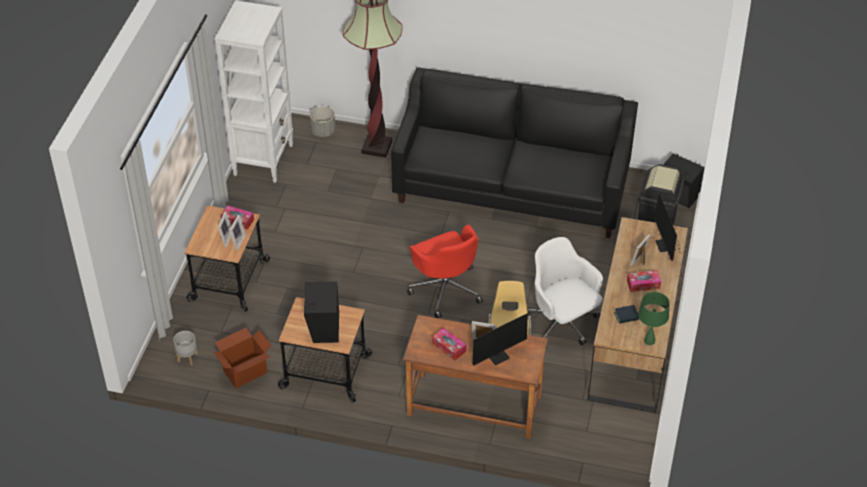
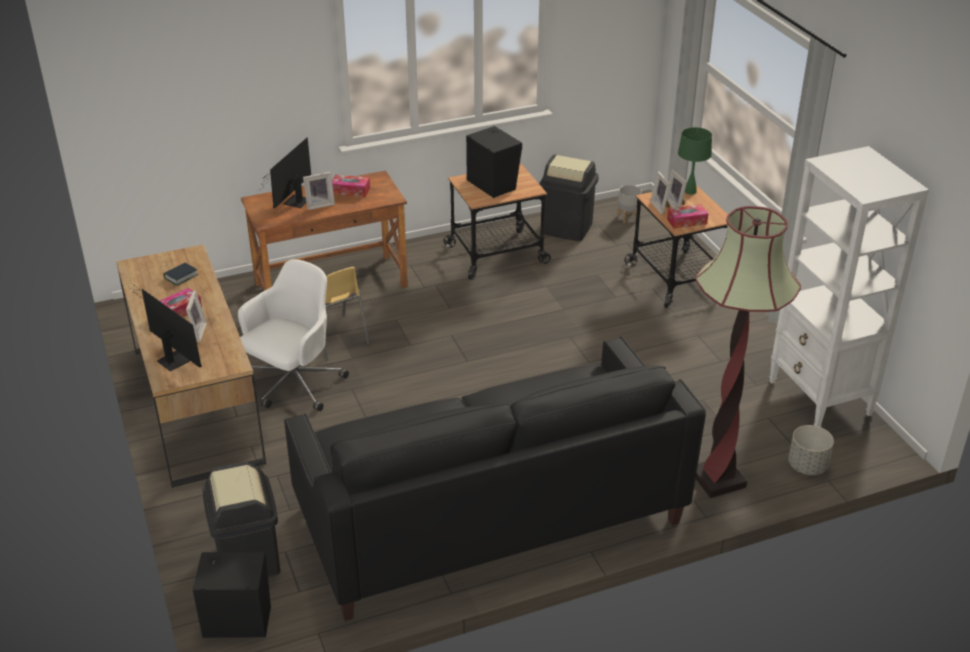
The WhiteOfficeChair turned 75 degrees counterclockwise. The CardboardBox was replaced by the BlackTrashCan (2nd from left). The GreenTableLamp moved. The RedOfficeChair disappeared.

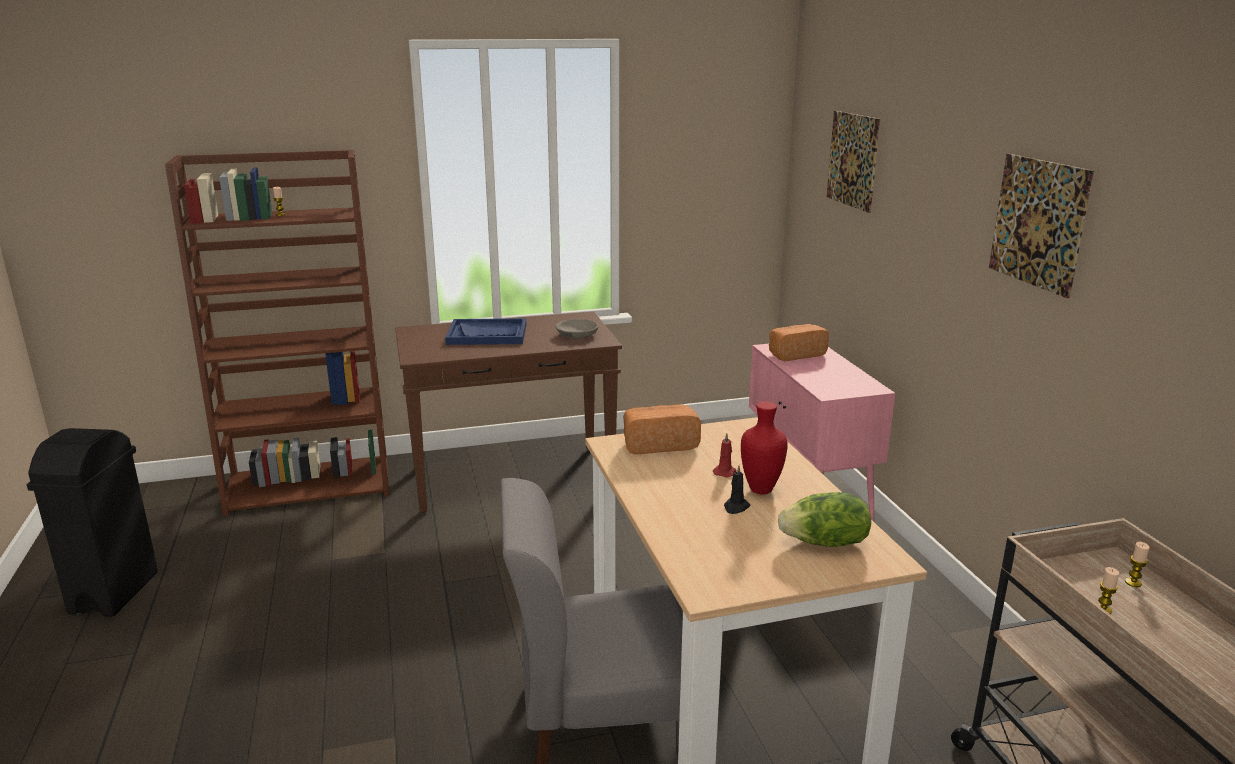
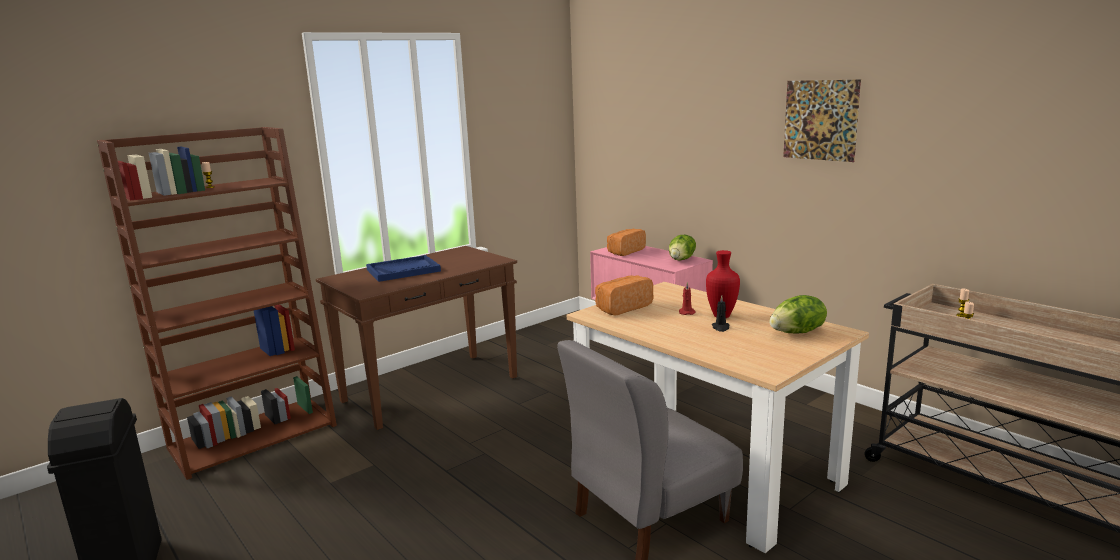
The Lettuce (1st from left) appeared. The GreyBowl disappeared. The Picture (1st from left) disappeared.

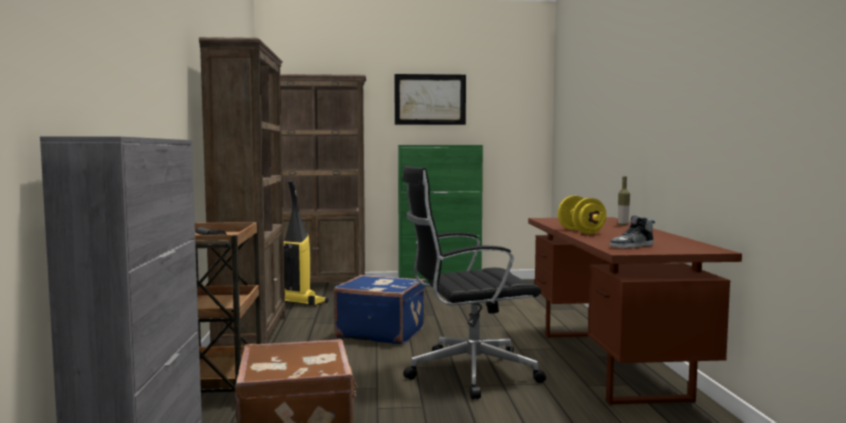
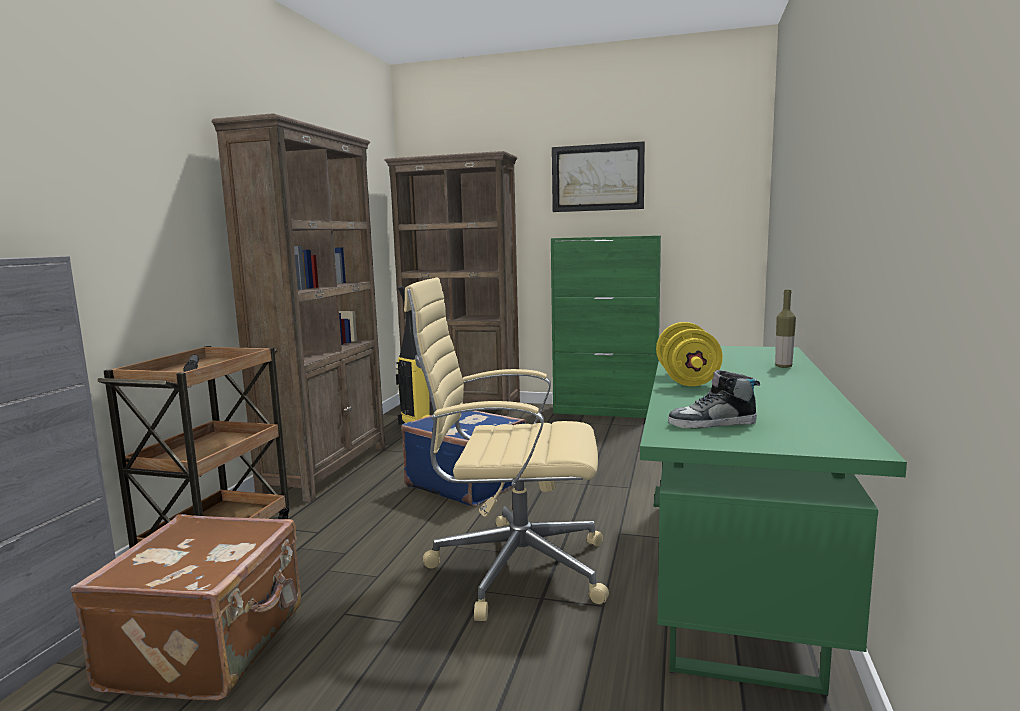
The BlackOfficeChair became the BeigeOfficeChair. The BrownDesk became the GreenDesk.

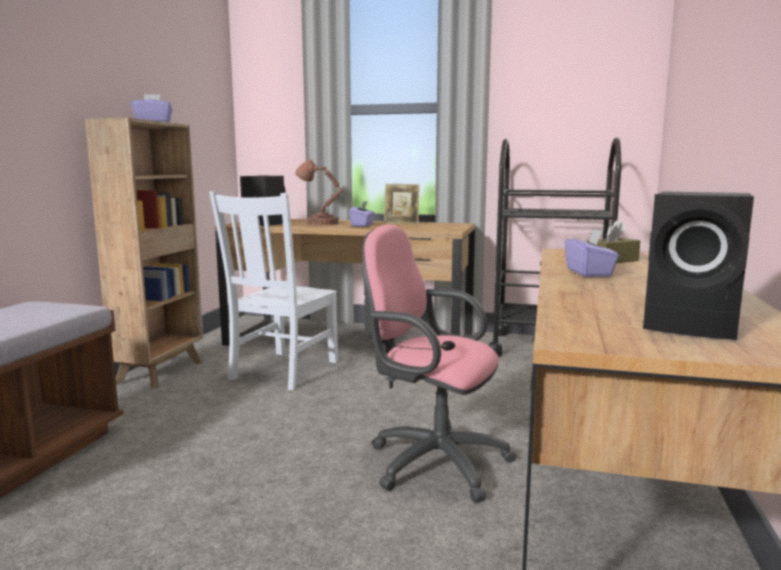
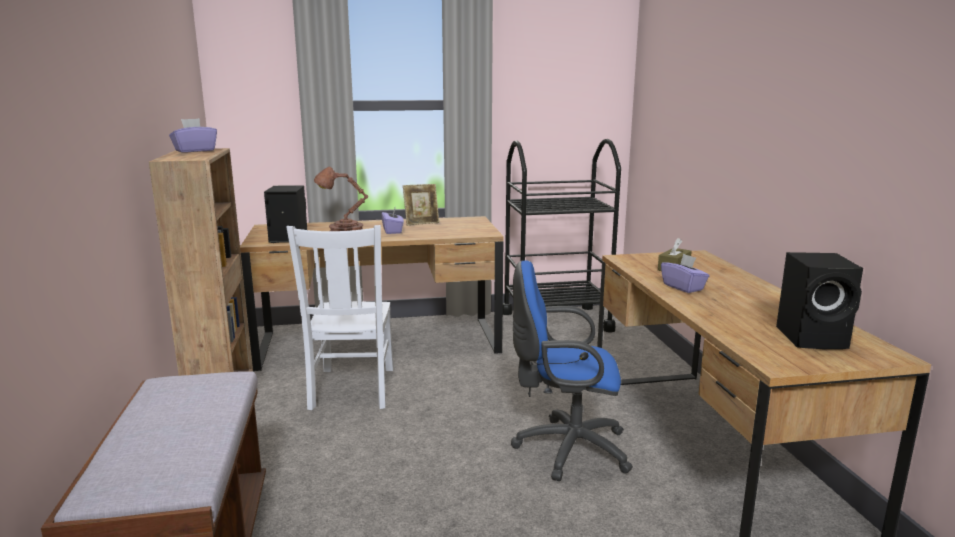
The PinkOfficeChair became the BlueOfficeChair.

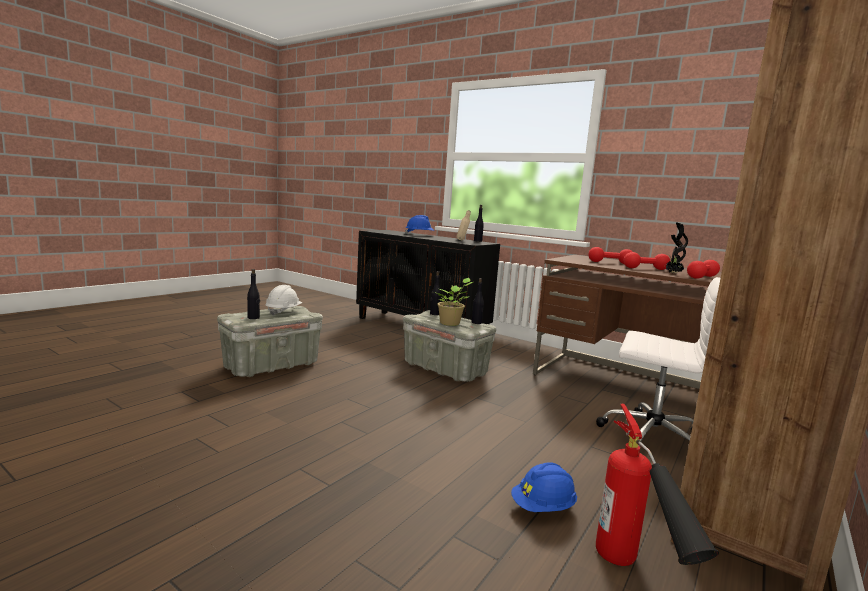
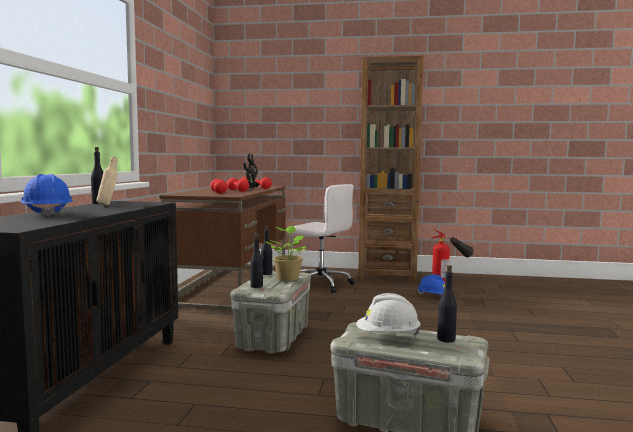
The WhiteOfficeChair turned 120 degrees clockwise.

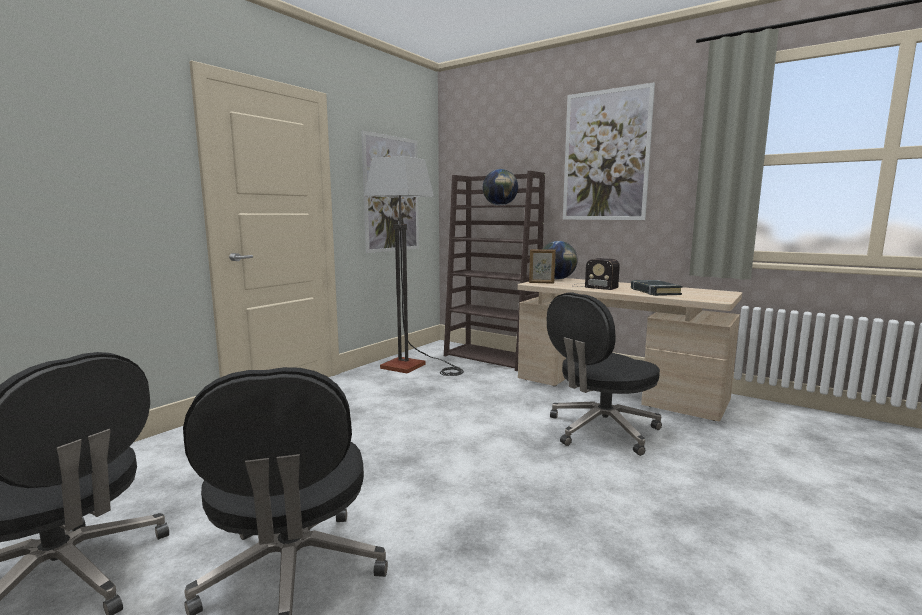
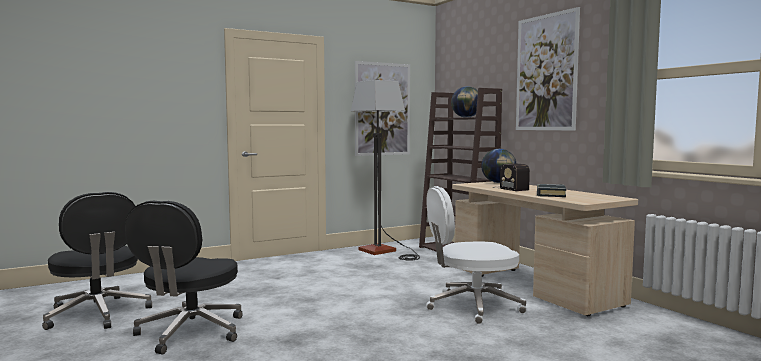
The BlackOfficeChair (3rd from left) became the WhiteOfficeChair. The PictureFrame disappeared.

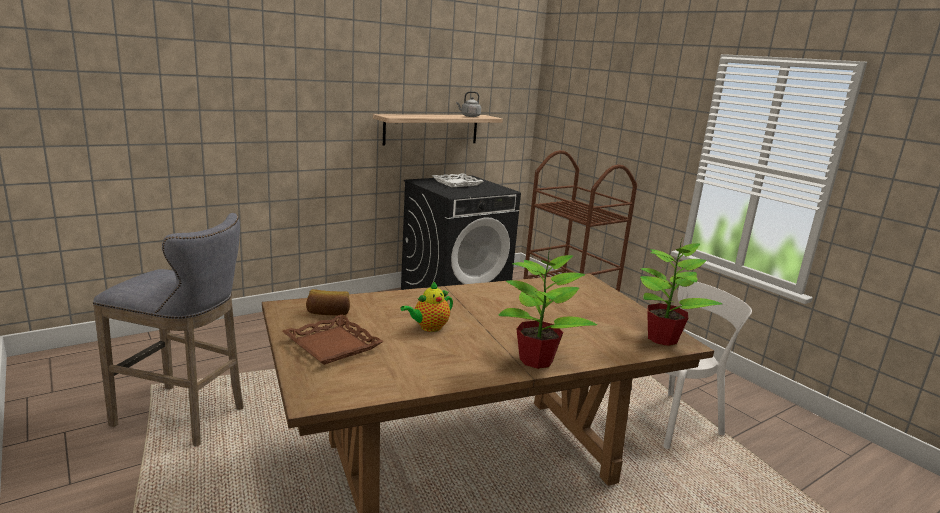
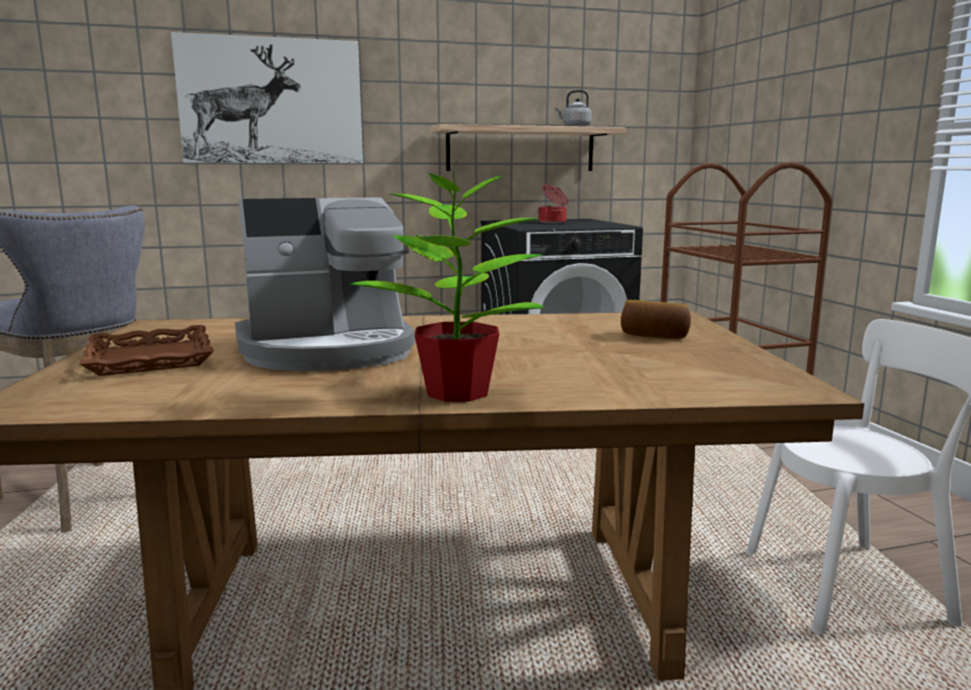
The Picture appeared. The Teapot was replaced by the CoffeeMachine. The WhiteTray was replaced by the CookingPot. The Bread moved. The PottedPlant (2nd from left) disappeared.

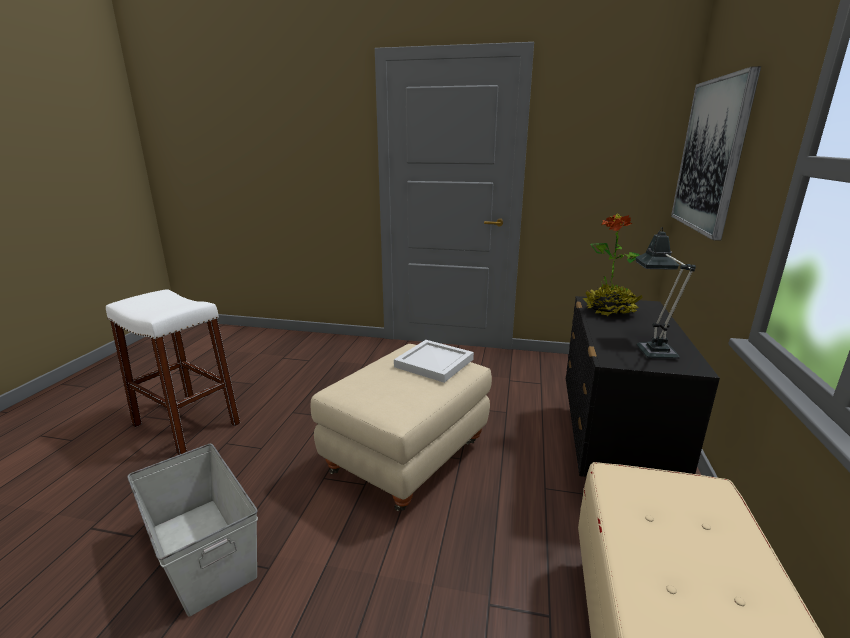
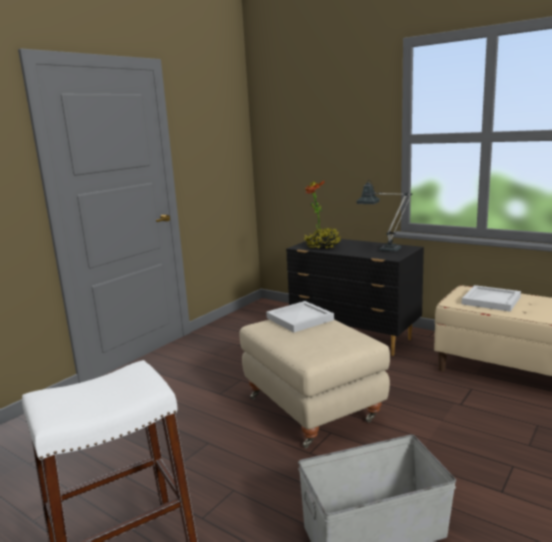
The WhiteTray (2nd from left) appeared. The Picture disappeared.

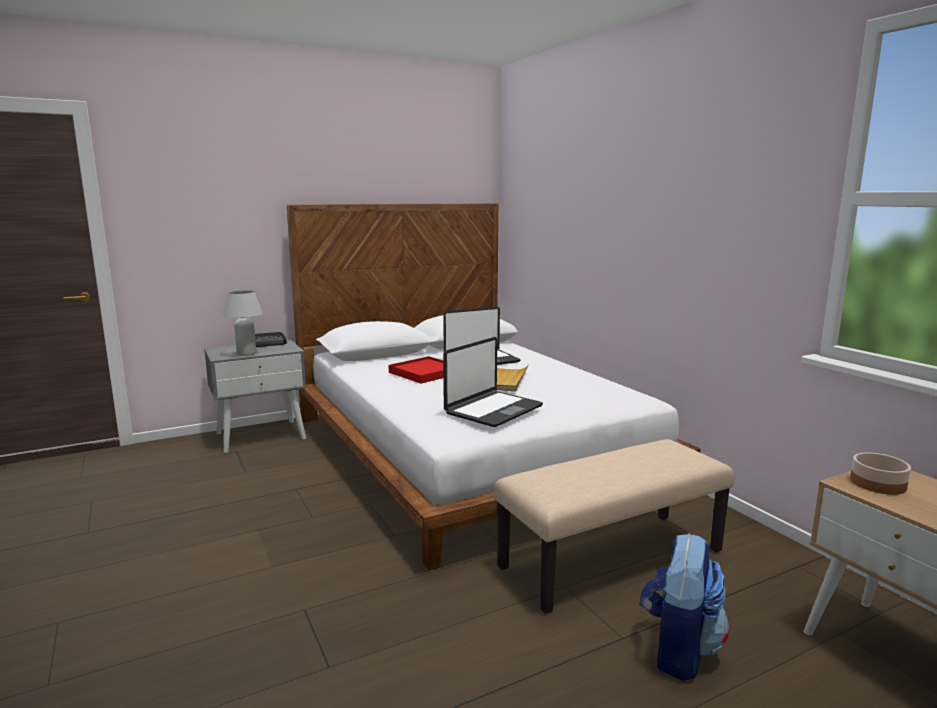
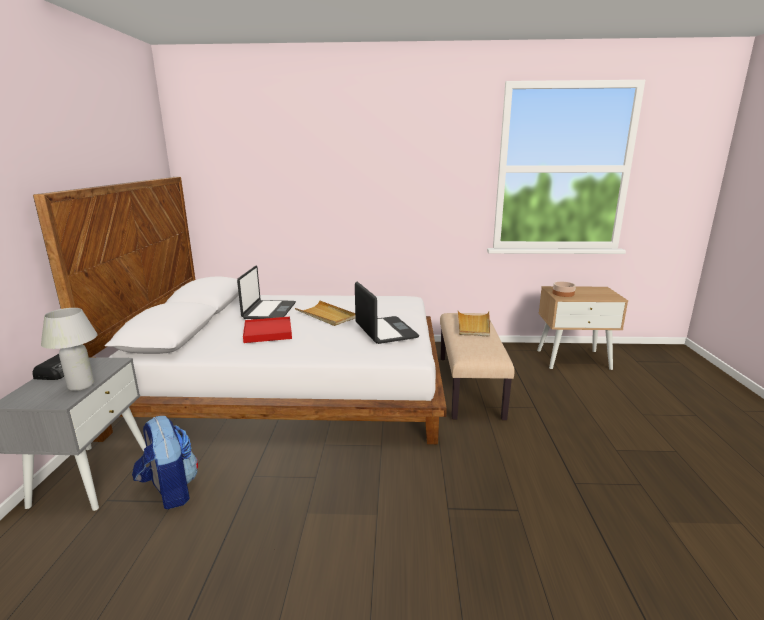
The Backpack moved. The BeigeTray (2nd from left) appeared.

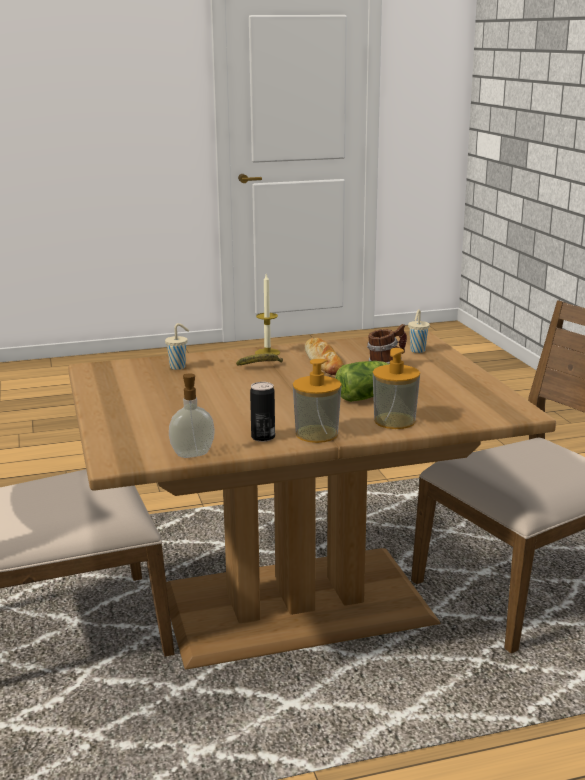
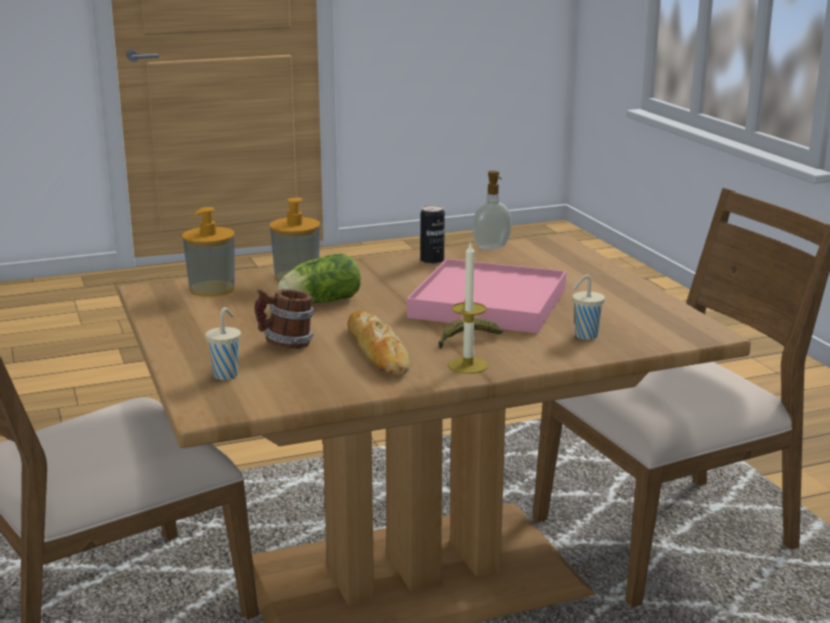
The SoapDispenser (2nd from left in the first image) moved. The PinkTray appeared.

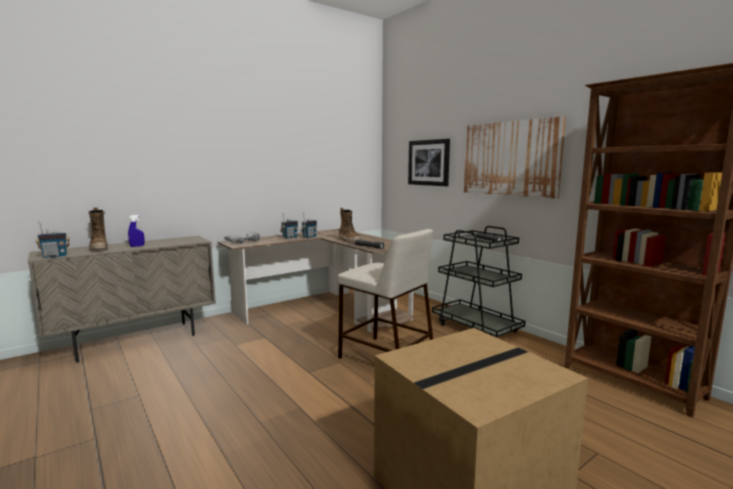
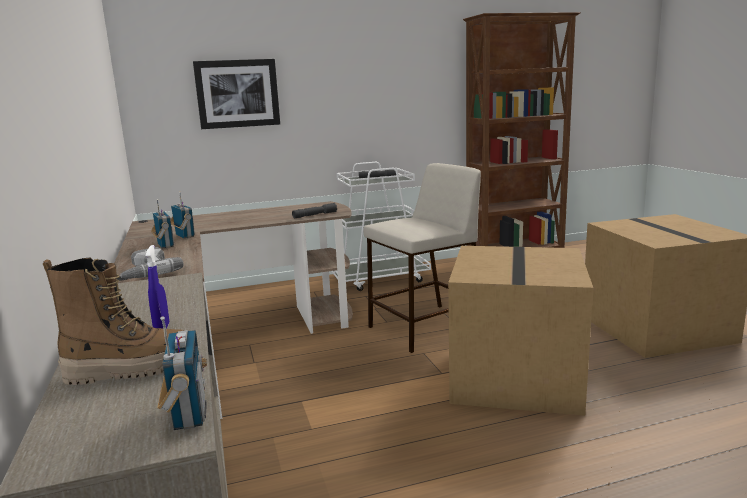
The BlackCart became the WhiteCart. The CardboardBox (1st from left) appeared. The Boot (2nd from left) disappeared. The Picture (2nd from left) disappeared.

